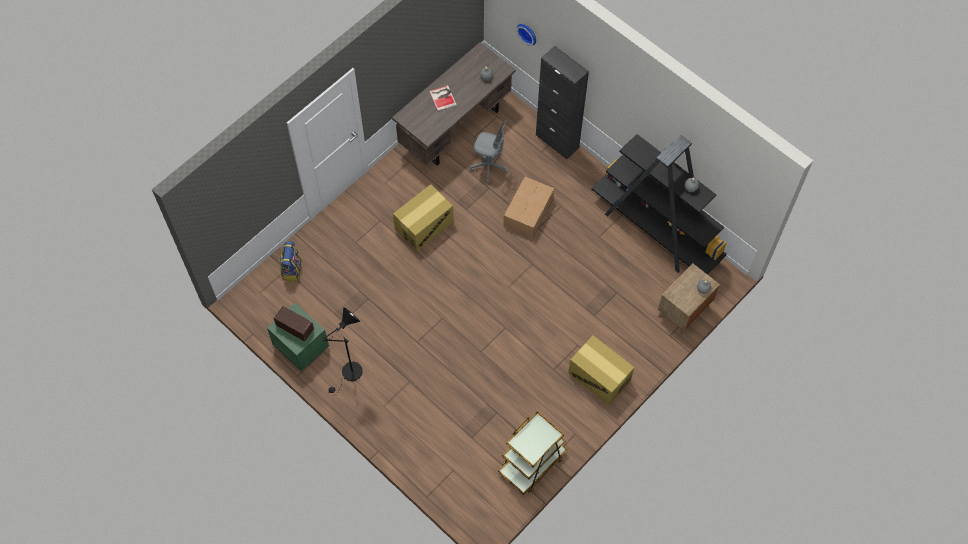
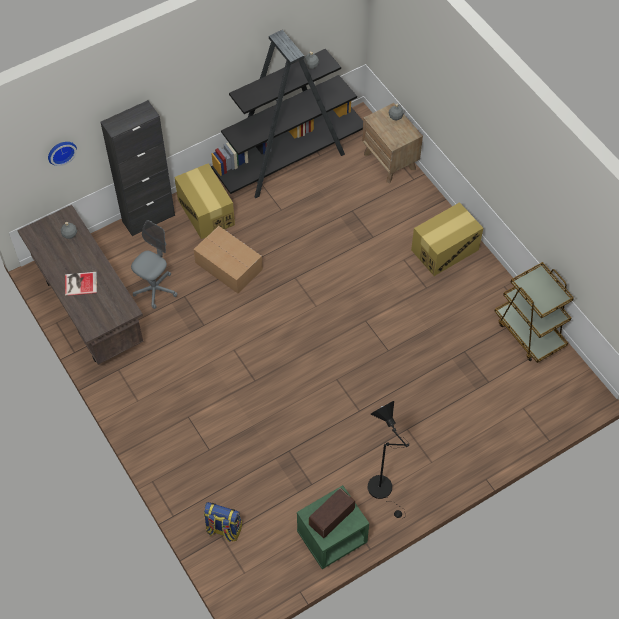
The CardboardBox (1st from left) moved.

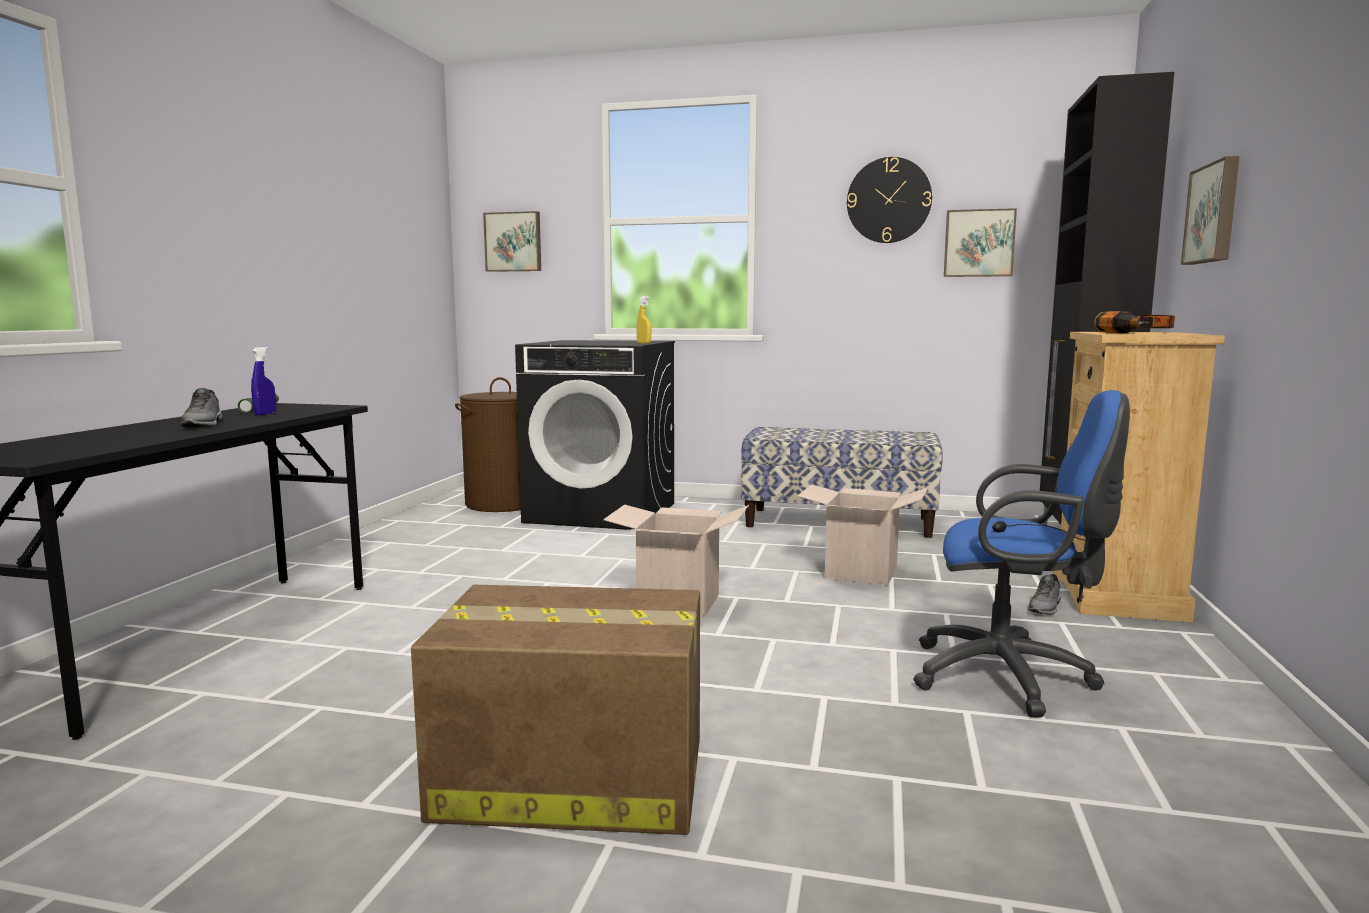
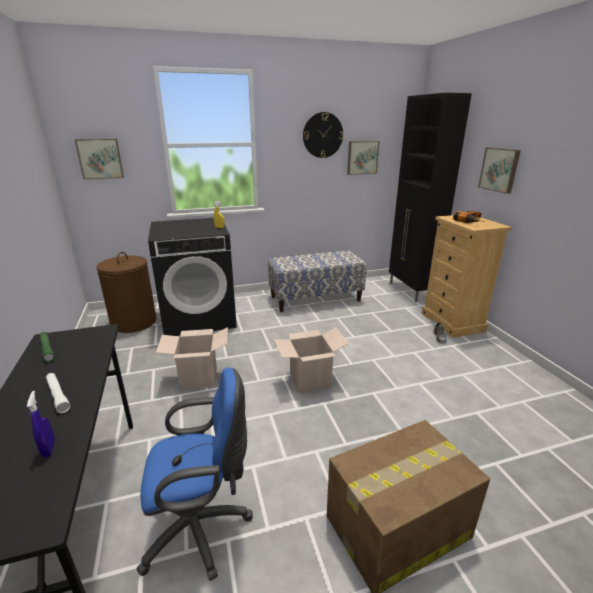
The BlueSprayBottle moved. The GreyShoe (1st from left) was replaced by the WhiteFlashlight. The BlueOfficeChair moved. The CardboardBox (3rd from left in the first image) moved.

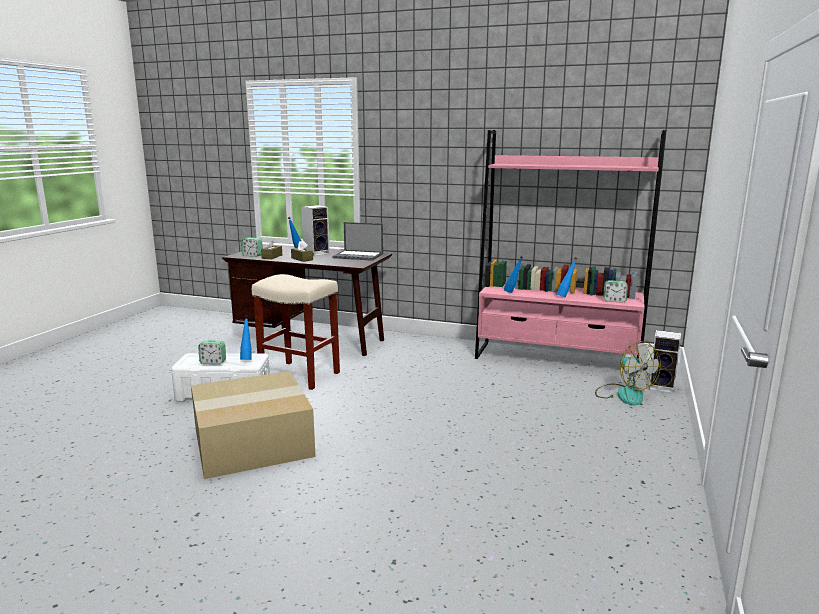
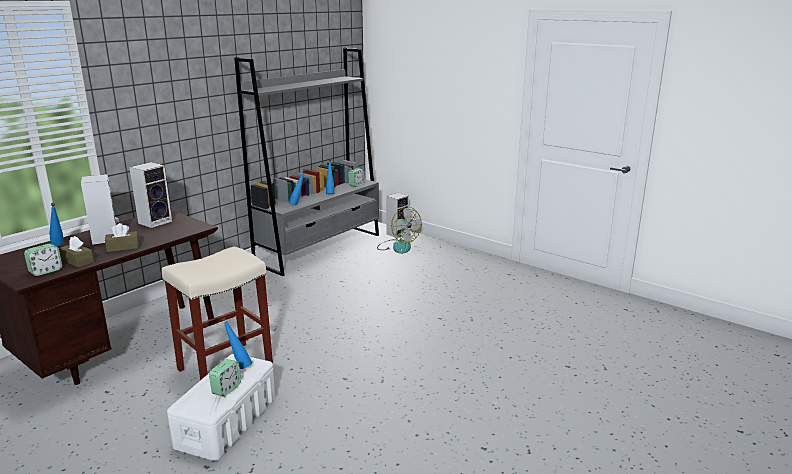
The Laptop was replaced by the Speaker (2nd from left). The PinkBookcase became the GreyBookcase. The Fan turned 60 degrees clockwise. The CardboardBox disappeared.

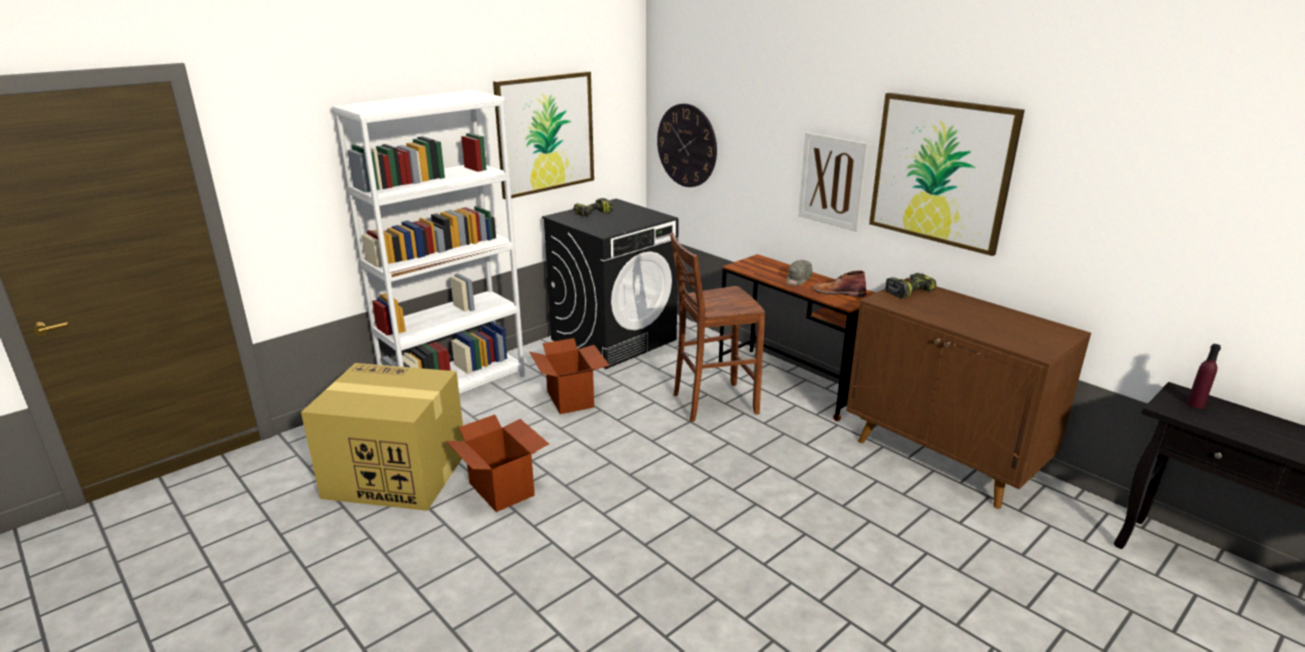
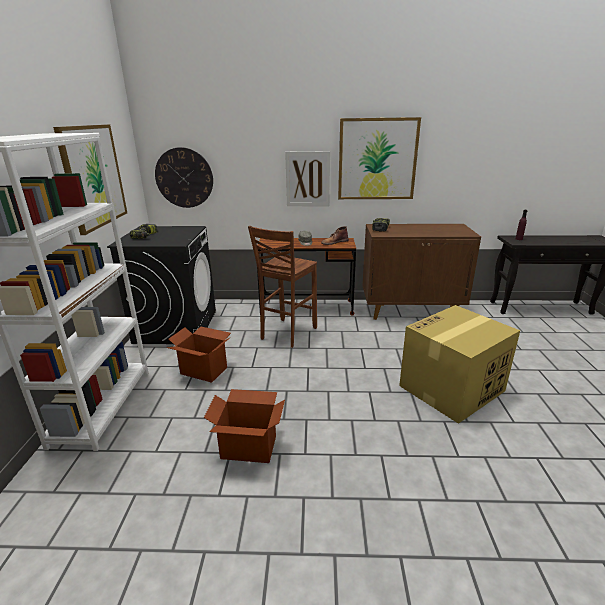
The CardboardBox (1st from left in the first image) moved.

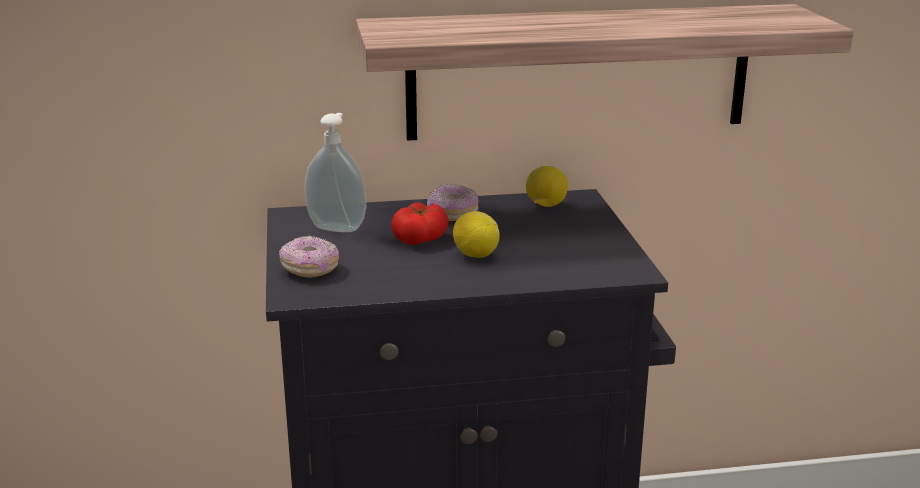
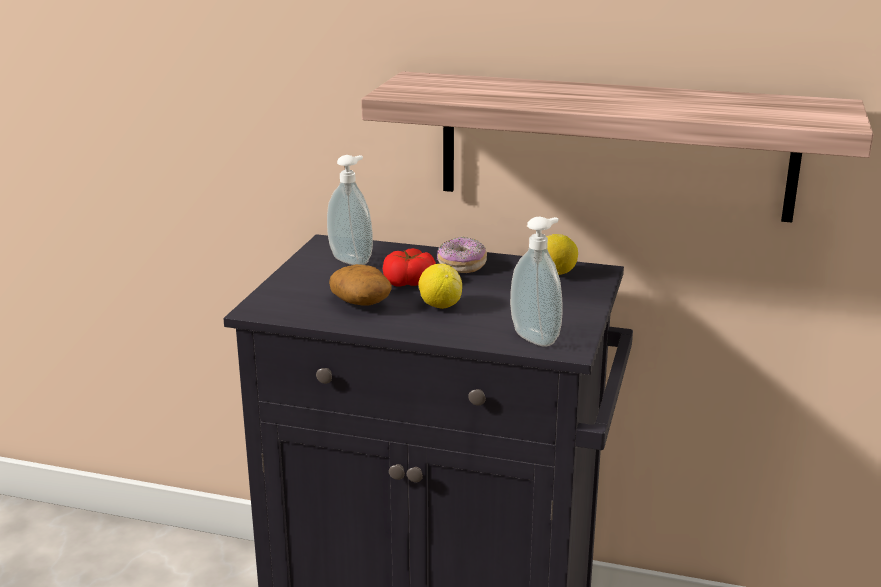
The Potato appeared. The SoapDispenser (2nd from left) appeared. The Donut (1st from left) disappeared.

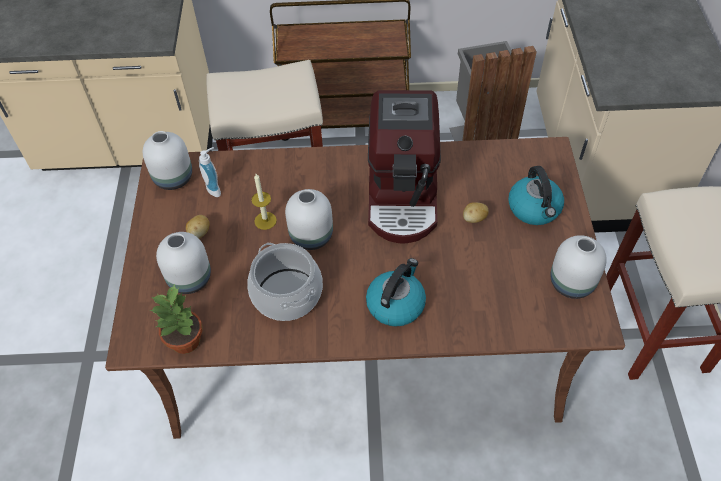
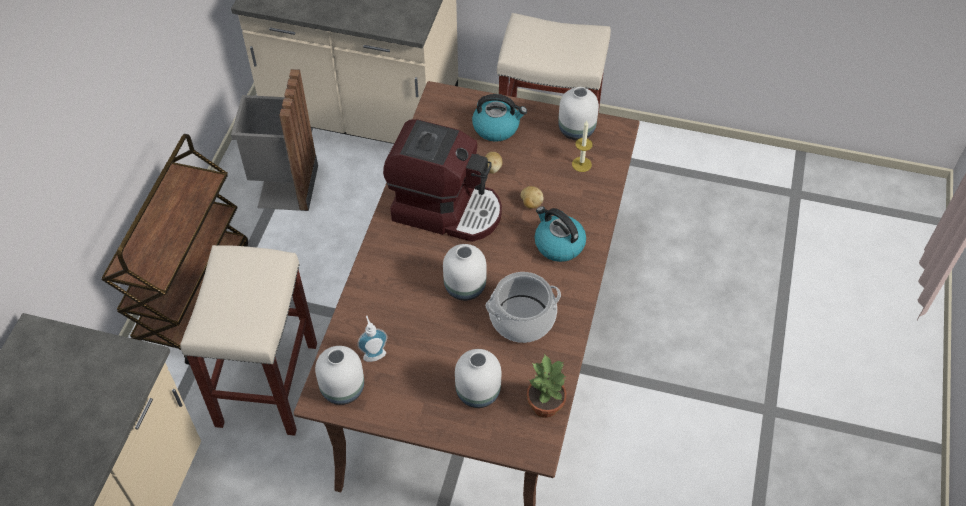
The Potato (1st from left in the first image) moved. The Candle moved.

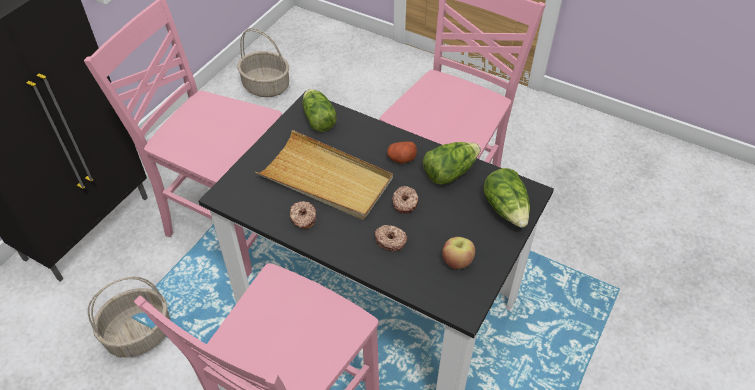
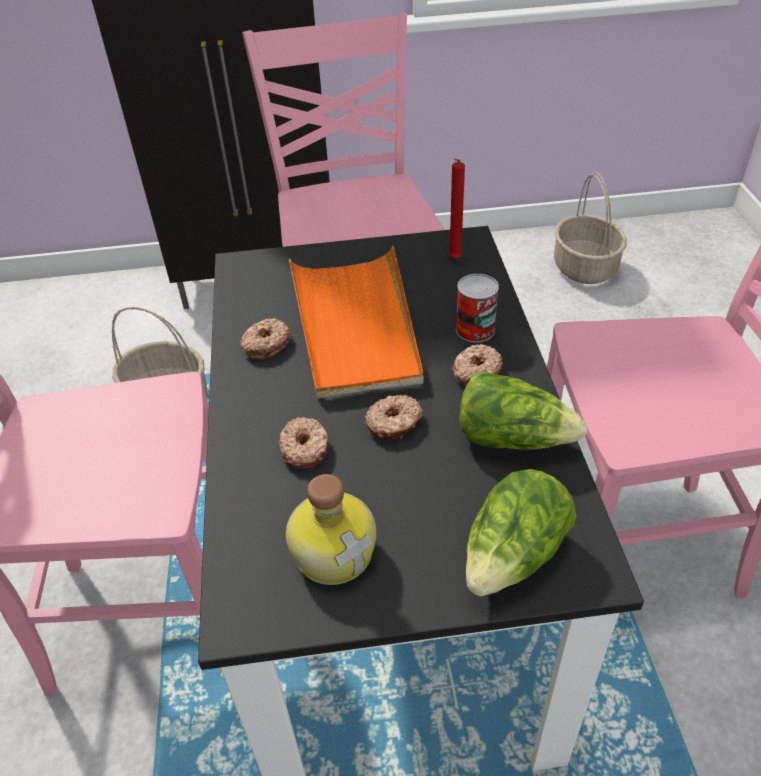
The Apple was replaced by the Bottle. The BeigeTray became the OrangeTray. The Lettuce (1st from left) was replaced by the RedCandle. The Potato was replaced by the Donut (4th from left). The Can appeared.

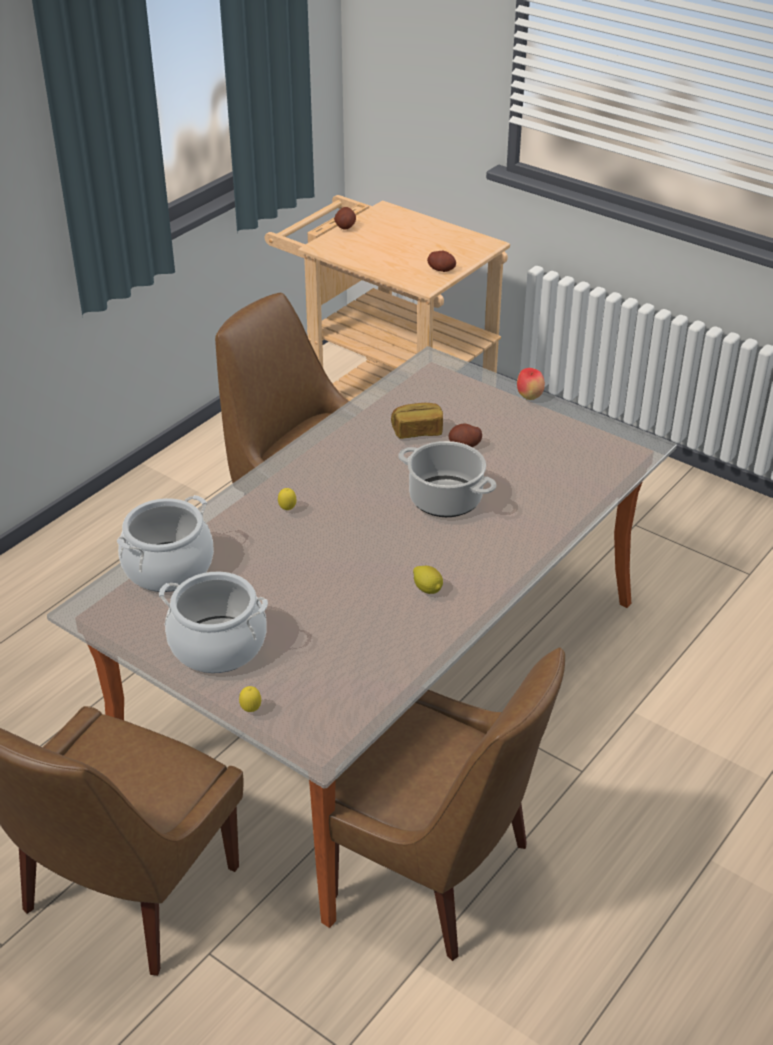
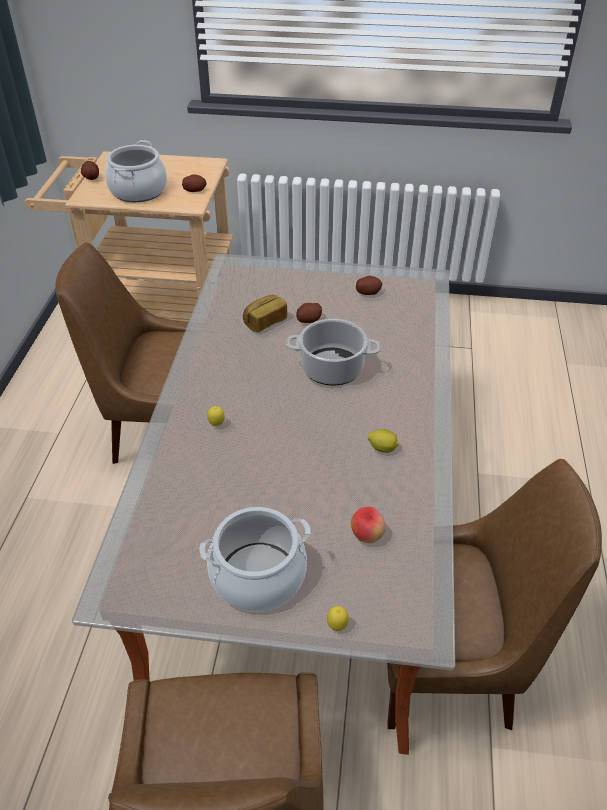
The CookingPot (1st from left) moved. The Apple moved. The Potato (4th from left) appeared.

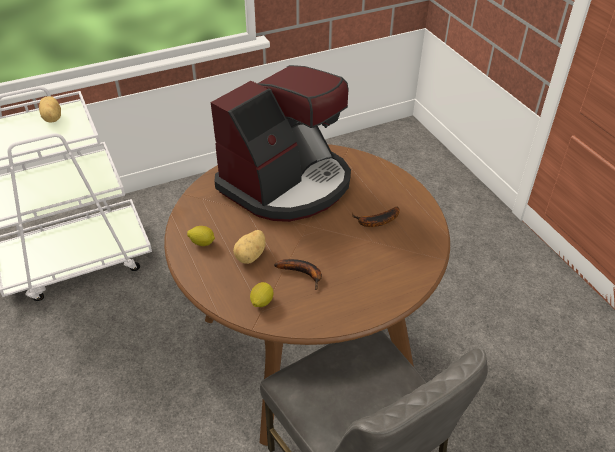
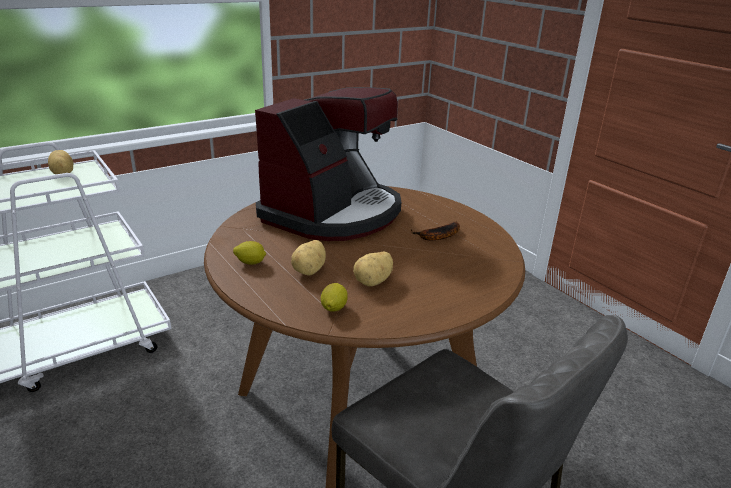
The Banana (1st from left) was replaced by the Potato (3rd from left).

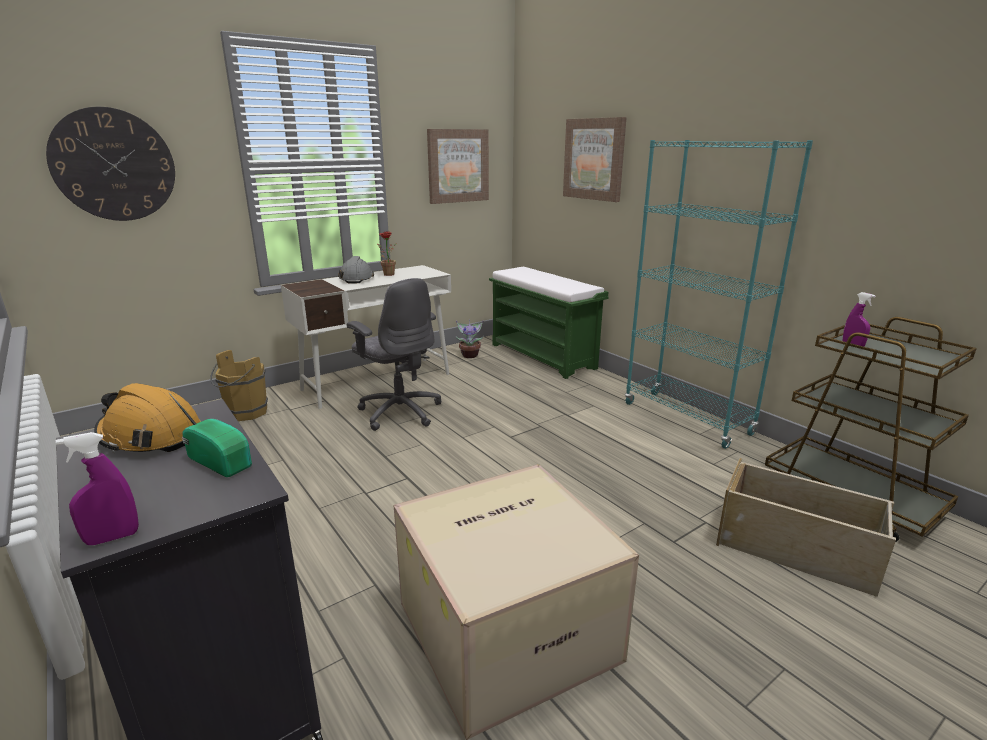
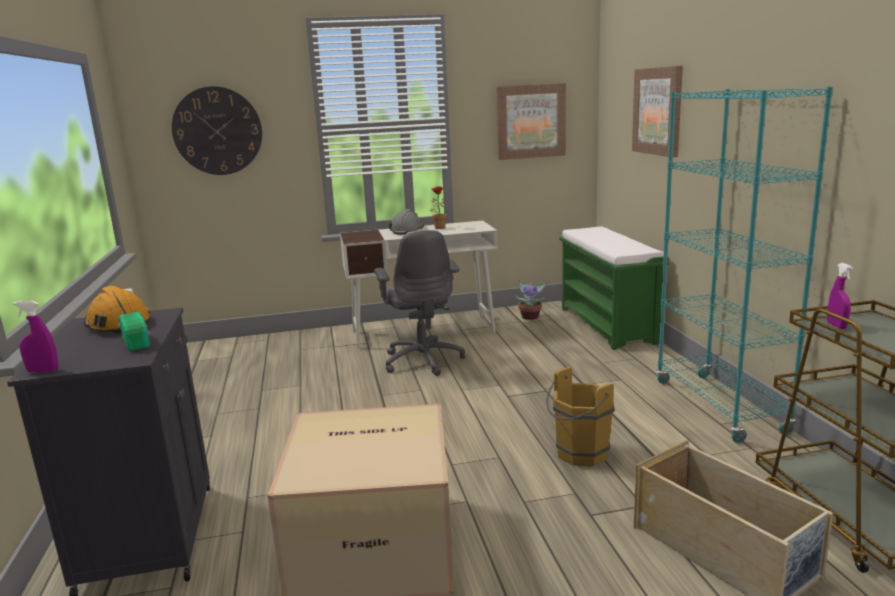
The BrownBucket moved.

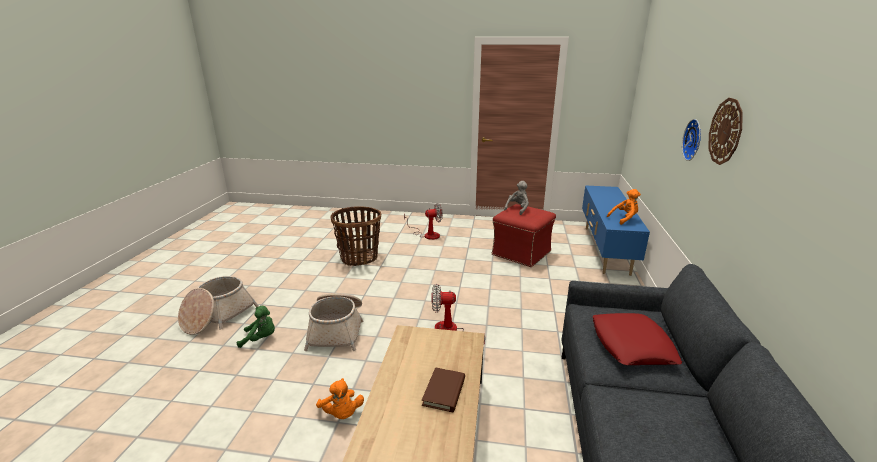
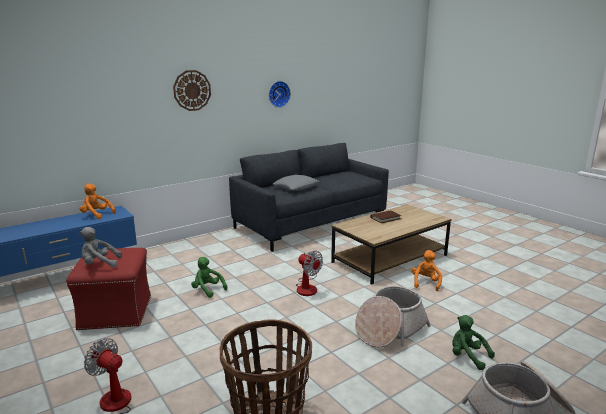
The GreenPlushToy (1st from left) appeared. The WallClock (1st from left in the first image) moved. The RedPillow became the GreyPillow.

